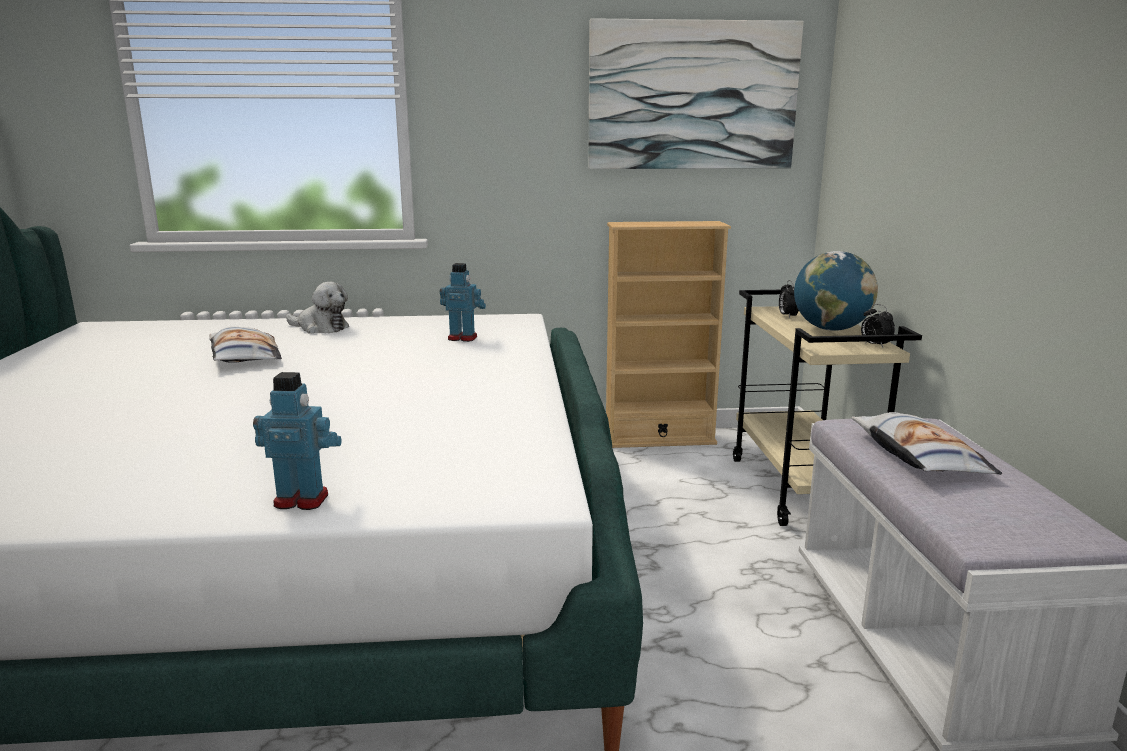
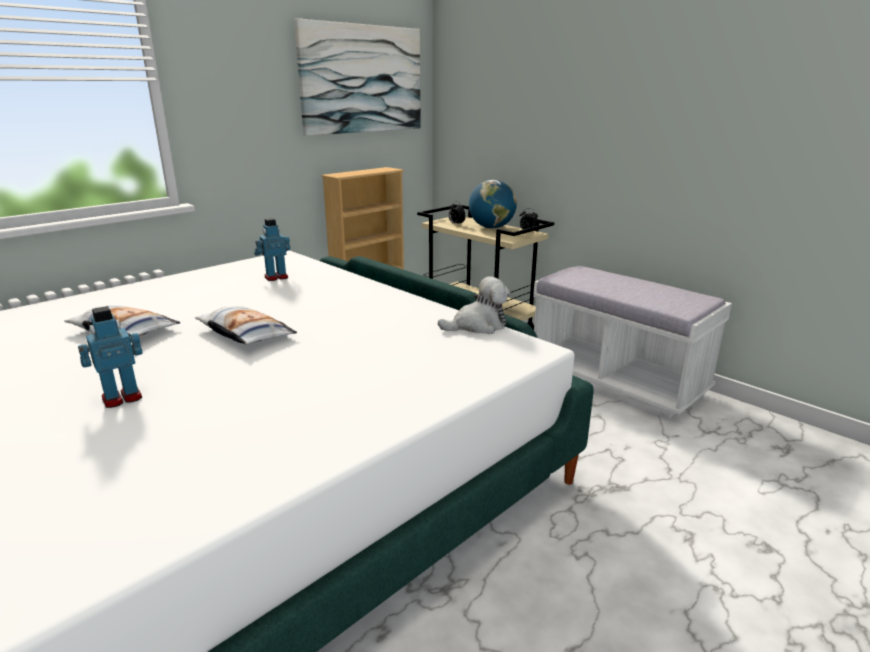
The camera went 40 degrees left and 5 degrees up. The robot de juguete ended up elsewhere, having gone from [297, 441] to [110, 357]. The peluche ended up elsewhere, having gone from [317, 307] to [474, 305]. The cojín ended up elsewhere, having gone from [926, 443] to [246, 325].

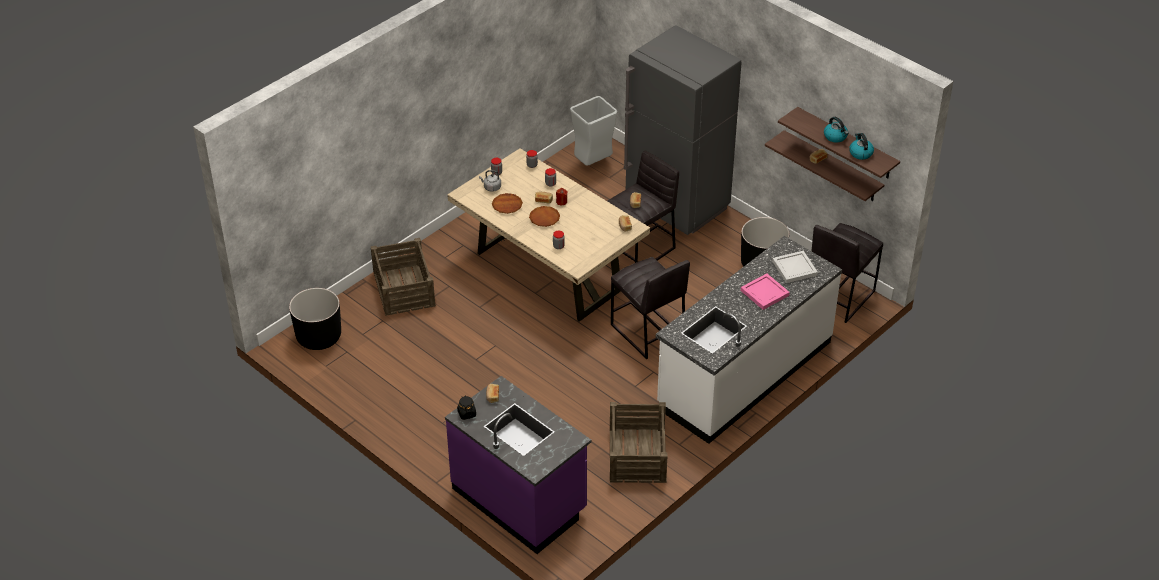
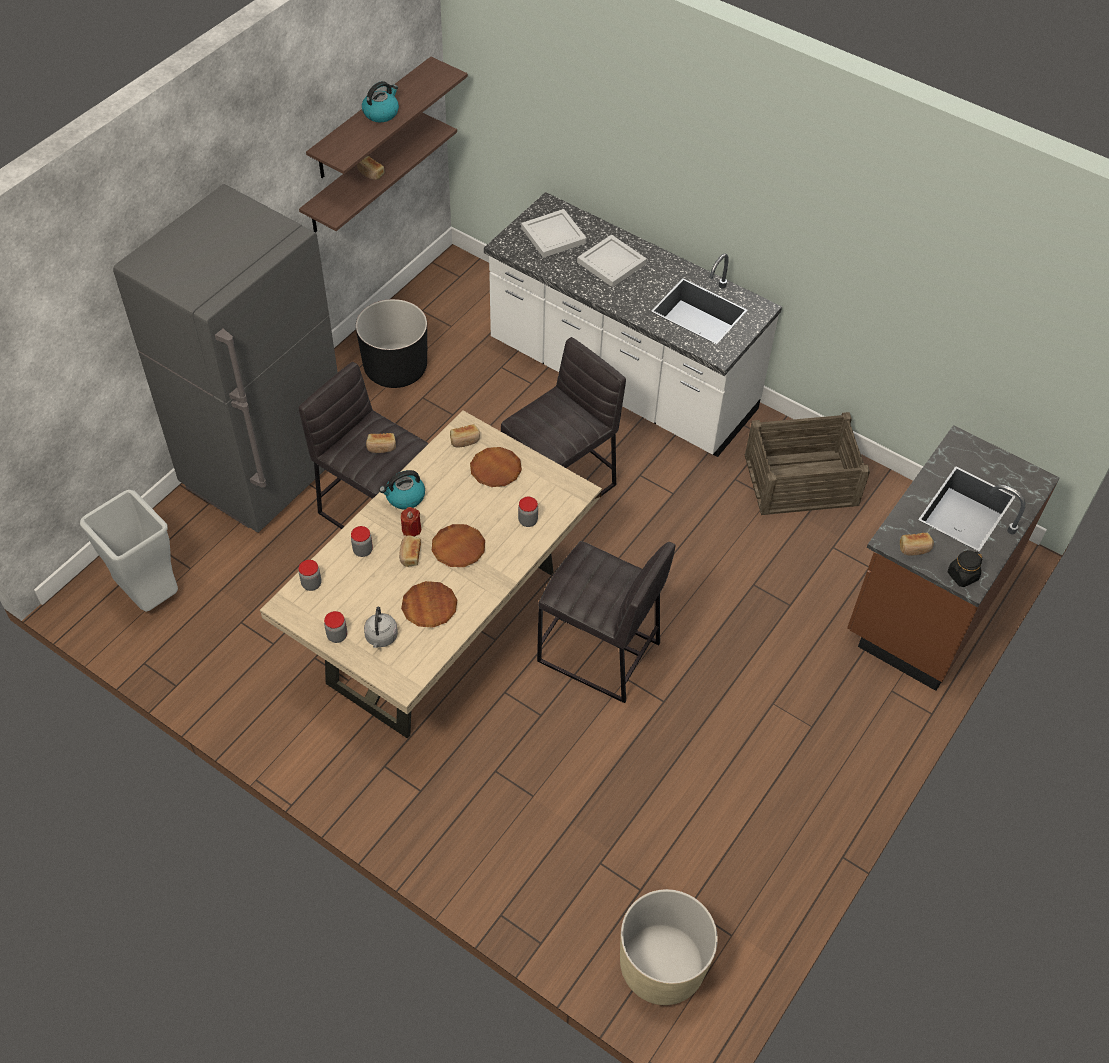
The camera went 100 degrees left and 10 degrees up. What was the maceta/negro at [315, 319] turned into the maceta/beis at [669, 947]. The second view lost the caja de embalaje at [403, 277]. What was the mueble bajo de cocina/morado at [518, 465] turned into the mueble bajo de cocina/marrón at [953, 558]. What was the bandeja/rosa at [765, 291] turned into the bandeja/blanco at [612, 261]. The taburete/gris ended up elsewhere, having gone from [847, 273] to [606, 622]. The hervidor ended up elsewhere, having gone from [861, 146] to [402, 489]. The second view gained the plato/marrón at [496, 467].

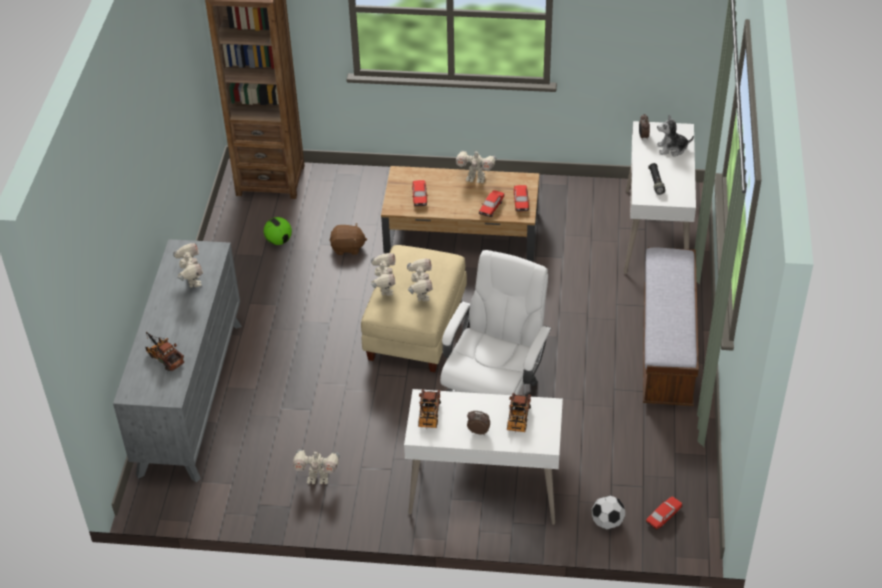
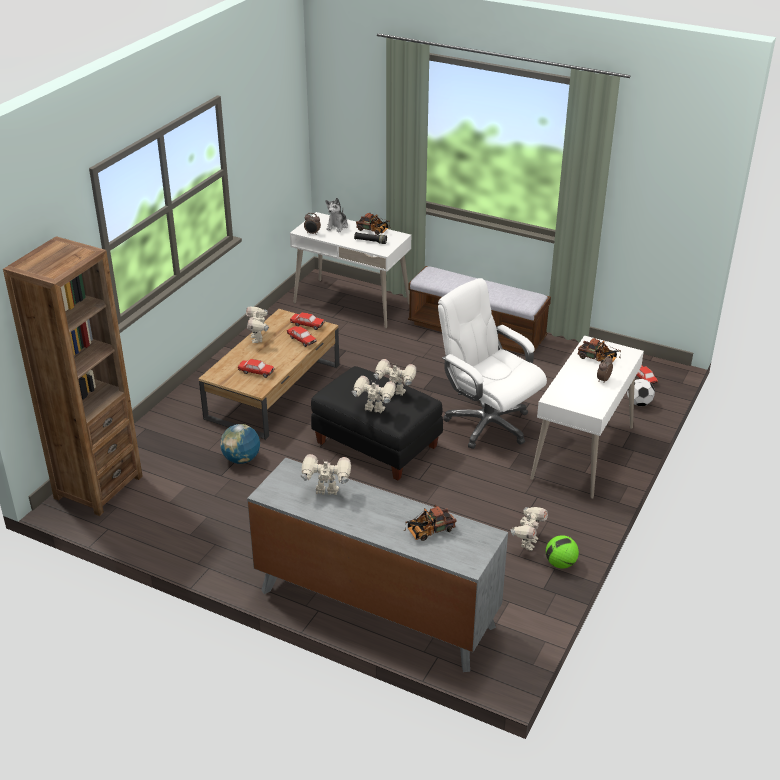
The camera went 70 degrees left and 10 degrees down. The balón de fútbol ended up elsewhere, having gone from [278, 231] to [562, 551]. Where the peluche/marrón stood at [348, 239], the globo terráqueo came to stand at [240, 444]. What was the puf/beis at [414, 308] turned into the puf/negro at [377, 423]. The camión de juguete ended up elsewhere, having gone from [429, 409] to [373, 224]. The robot de juguete at [476, 166] ended up facing another way, 135 degrees clockwise from before.

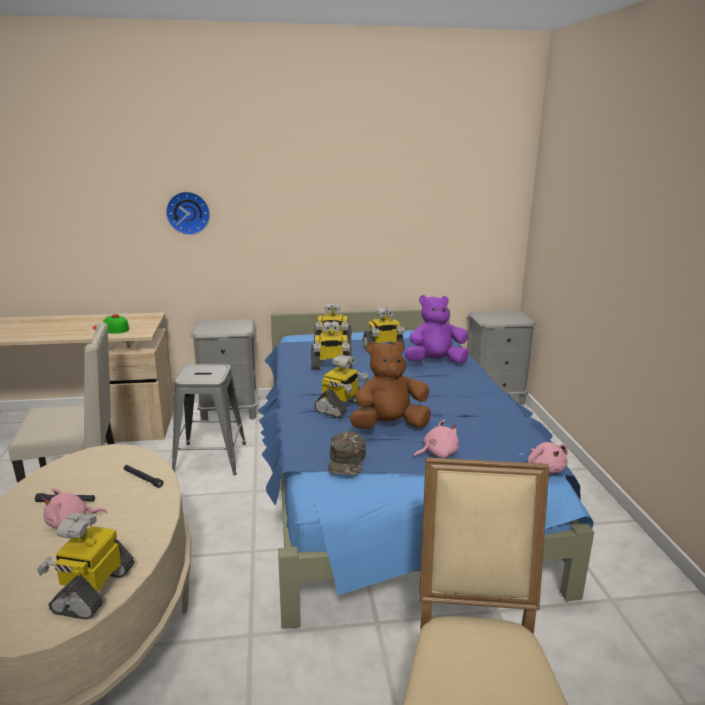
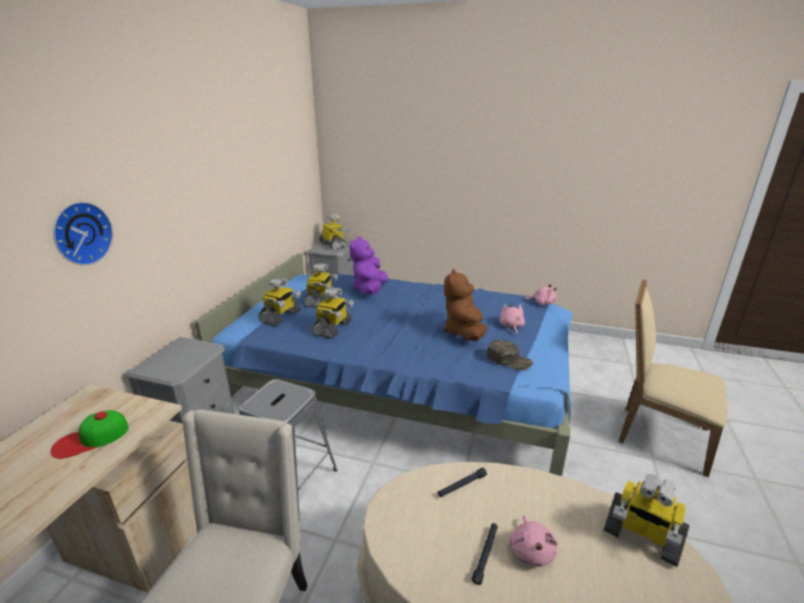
The camera went 65 degrees left and 5 degrees up. The robot de juguete ended up elsewhere, having gone from [341, 386] to [334, 232].

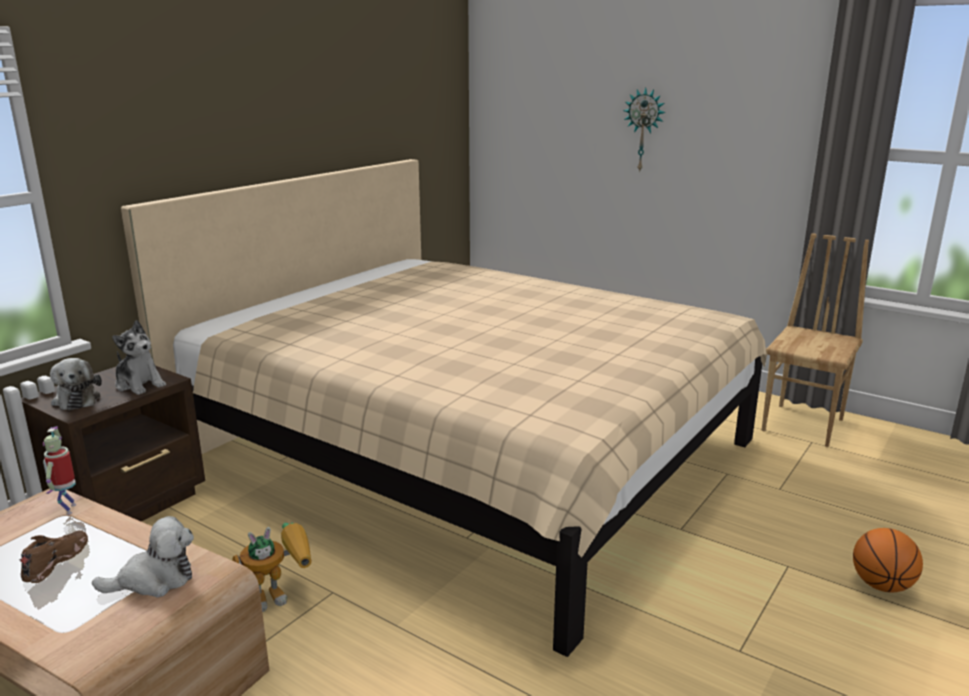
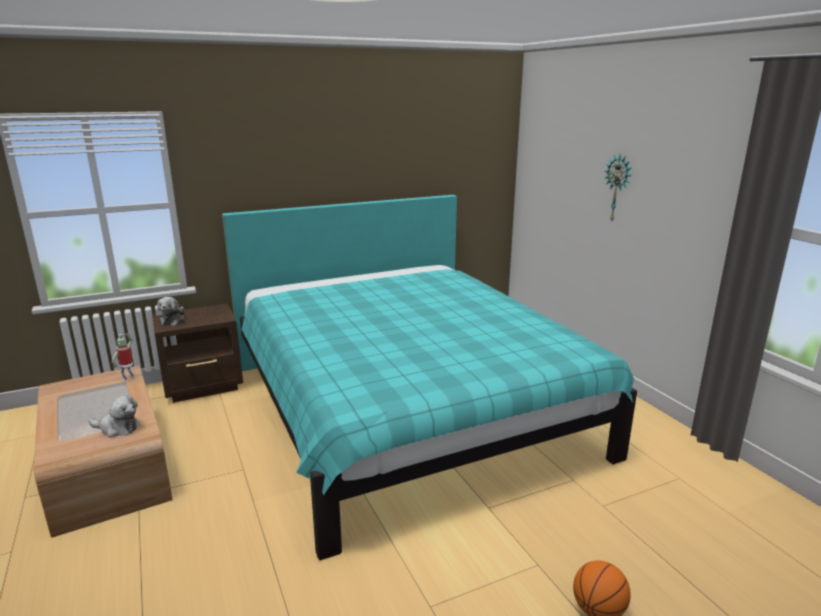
The camera went 30 degrees right and 0 degrees up. The second view lost the zapato/marrón at [54, 556]. The second view lost the peluche at [139, 357]. What was the cama/beis at [444, 408] turned into the cama/turquesa at [429, 377]. The second view lost the robot de juguete at [272, 567]. The second view lost the silla/marrón at [815, 340].

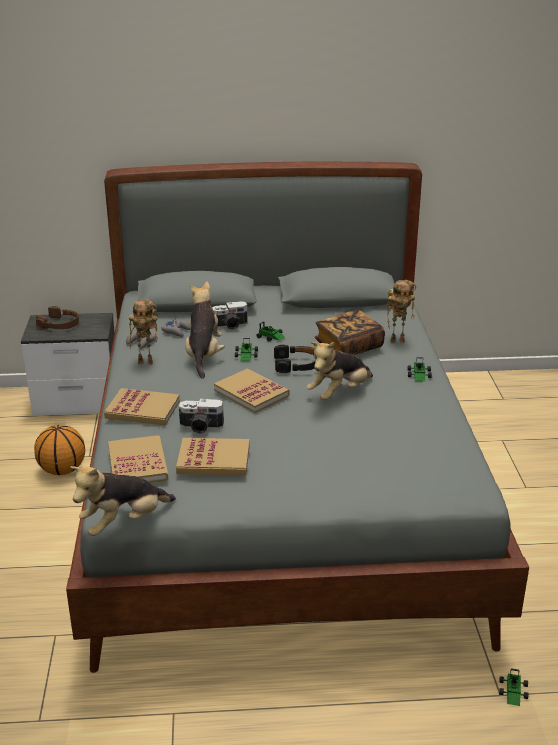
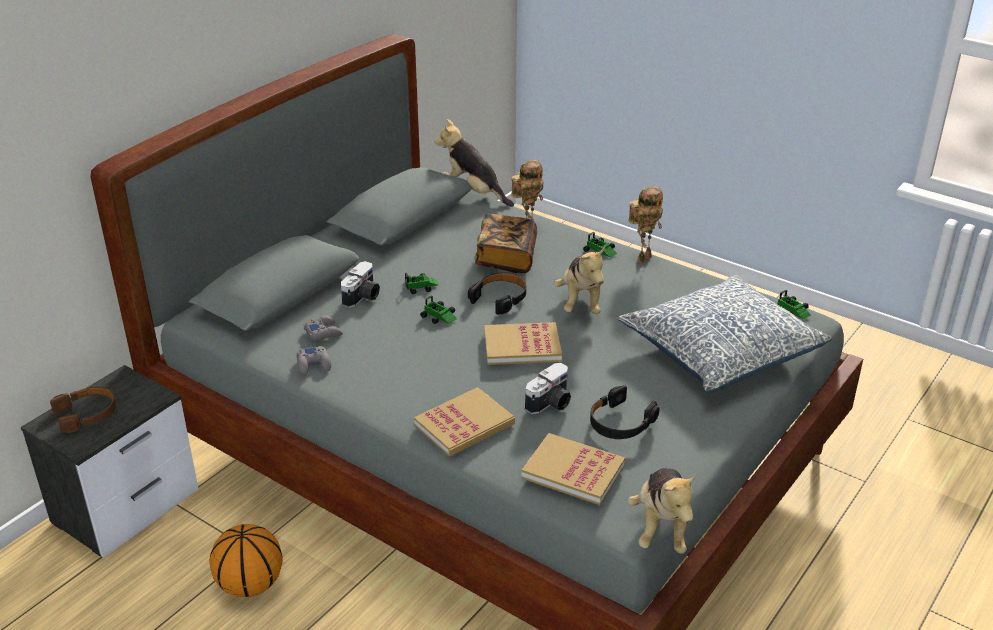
The camera went 50 degrees left and 5 degrees up. The robot de juguete ended up elsewhere, having gone from [143, 332] to [645, 224]. Where the libro stood at [213, 457], the auriculares/negro came to stand at [625, 412]. The peluche ended up elsewhere, having gone from [205, 330] to [474, 163]. The coche de juguete ended up elsewhere, having gone from [513, 687] to [794, 304]. The second view gained the cojín at [725, 334].

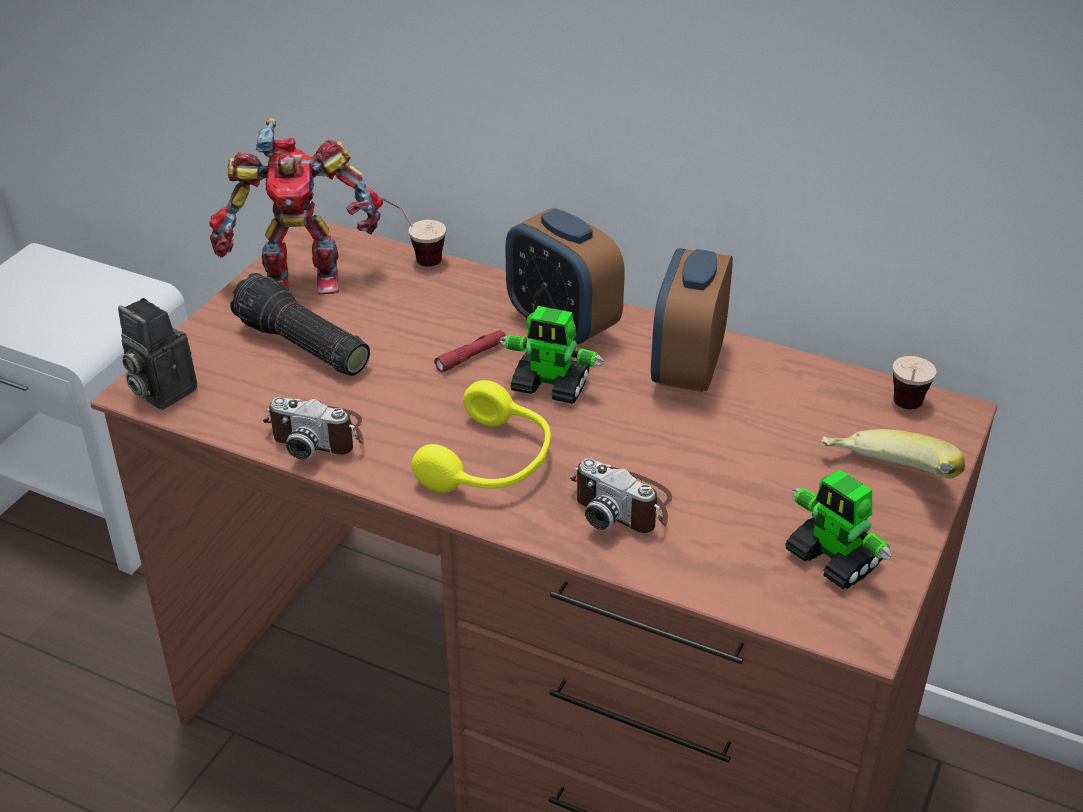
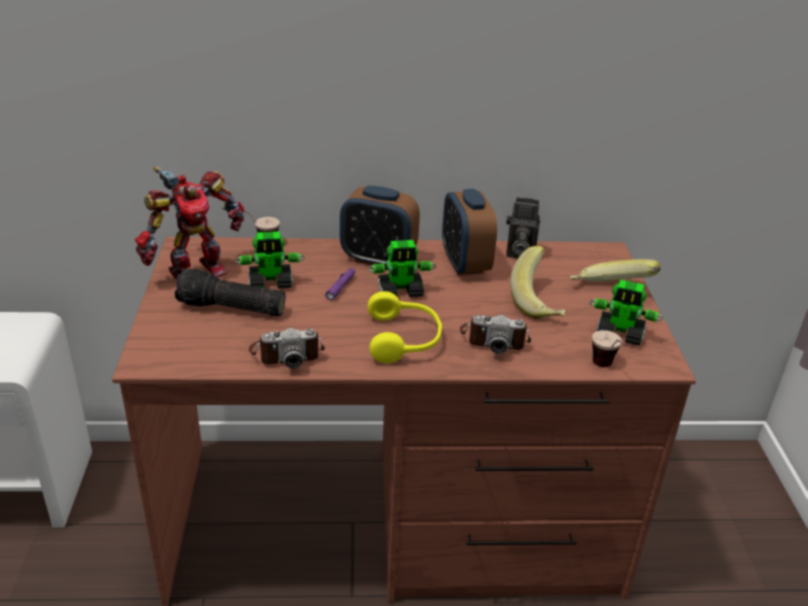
The camera went 30 degrees left and 5 degrees down. The cámara ended up elsewhere, having gone from [157, 354] to [523, 227]. What was the linterna/rojo at [470, 351] turned into the linterna/morado at [340, 284]. The taza ended up elsewhere, having gone from [914, 382] to [609, 348]. The second view gained the robot de juguete at [270, 259]. The second view gained the plátano at [537, 282].

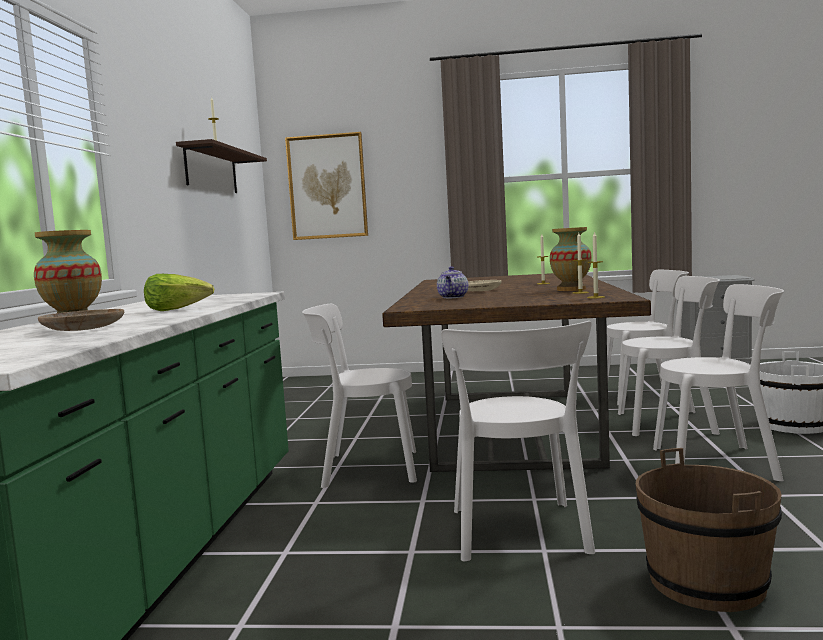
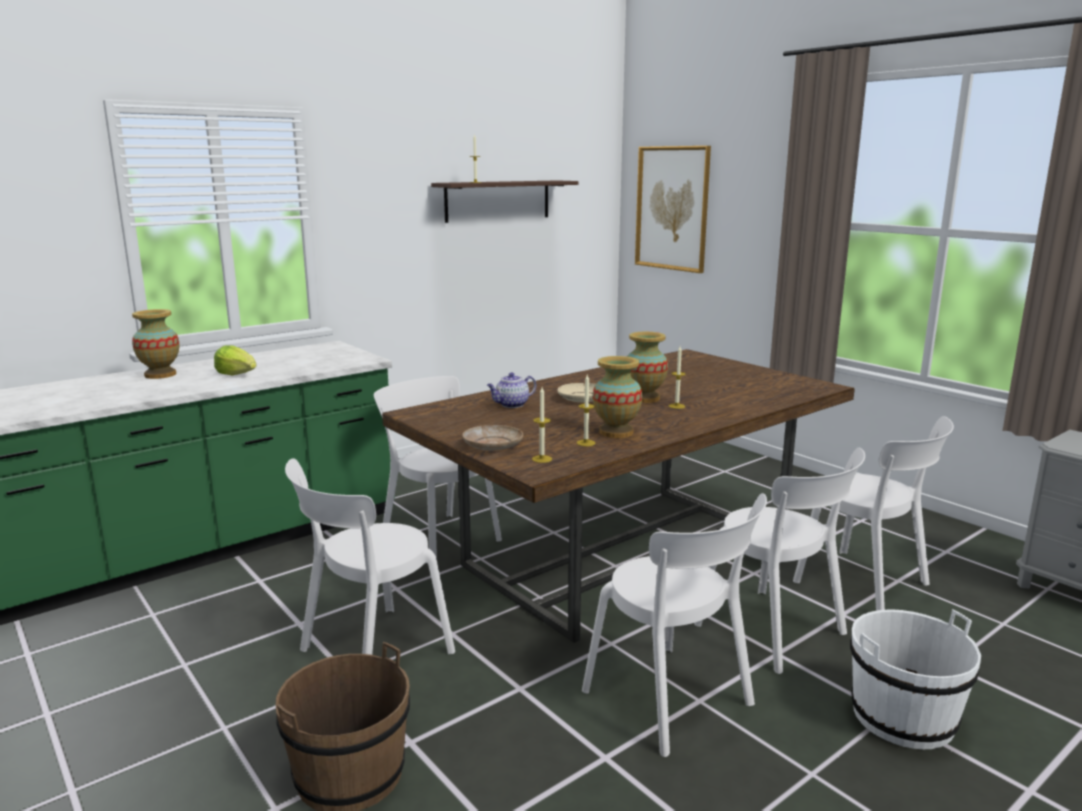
The camera went 45 degrees right and 10 degrees up. The plato/beis ended up elsewhere, having gone from [81, 320] to [492, 438]. The second view gained the florero at [647, 367].

